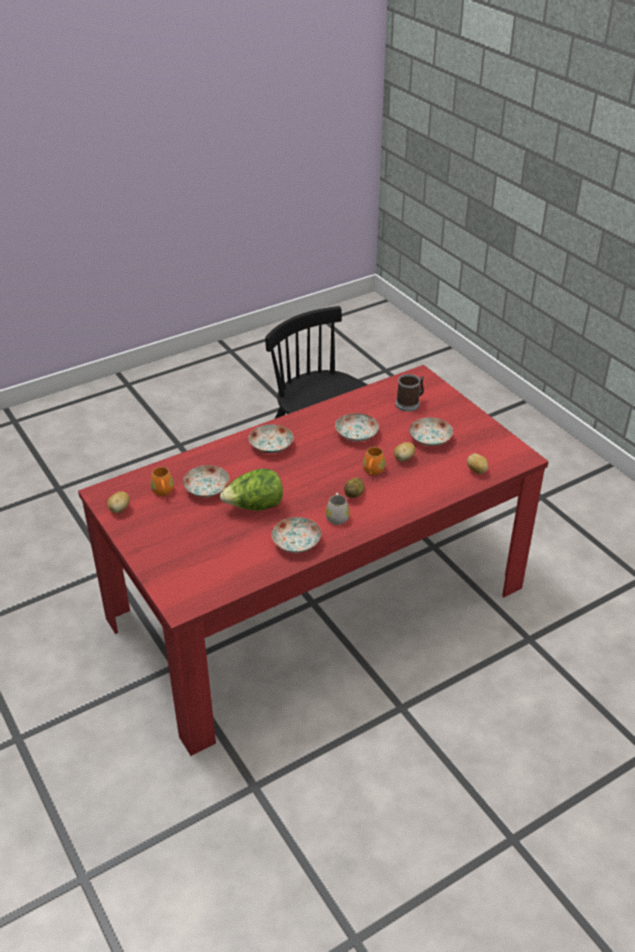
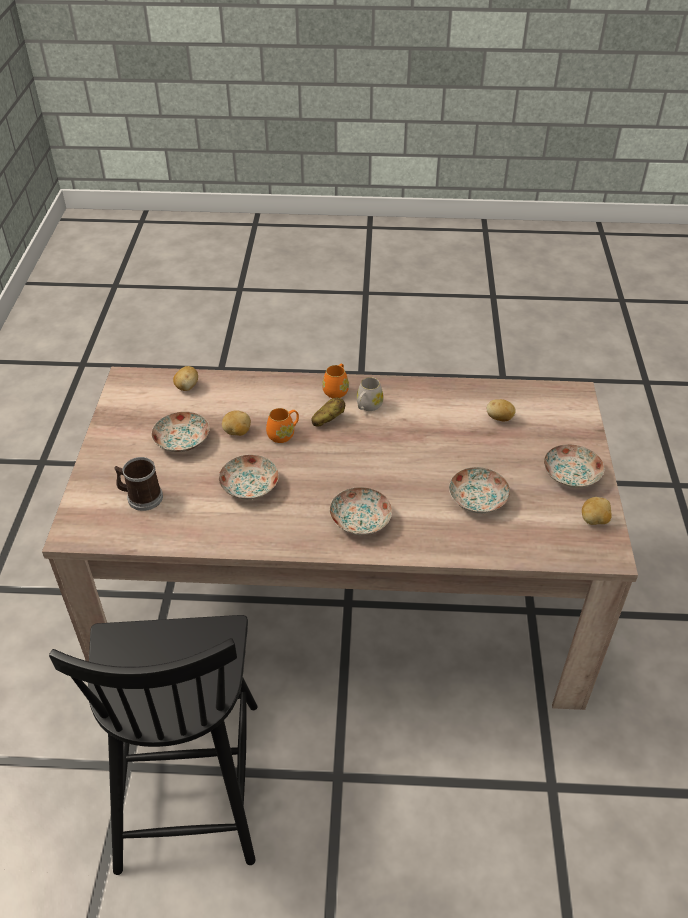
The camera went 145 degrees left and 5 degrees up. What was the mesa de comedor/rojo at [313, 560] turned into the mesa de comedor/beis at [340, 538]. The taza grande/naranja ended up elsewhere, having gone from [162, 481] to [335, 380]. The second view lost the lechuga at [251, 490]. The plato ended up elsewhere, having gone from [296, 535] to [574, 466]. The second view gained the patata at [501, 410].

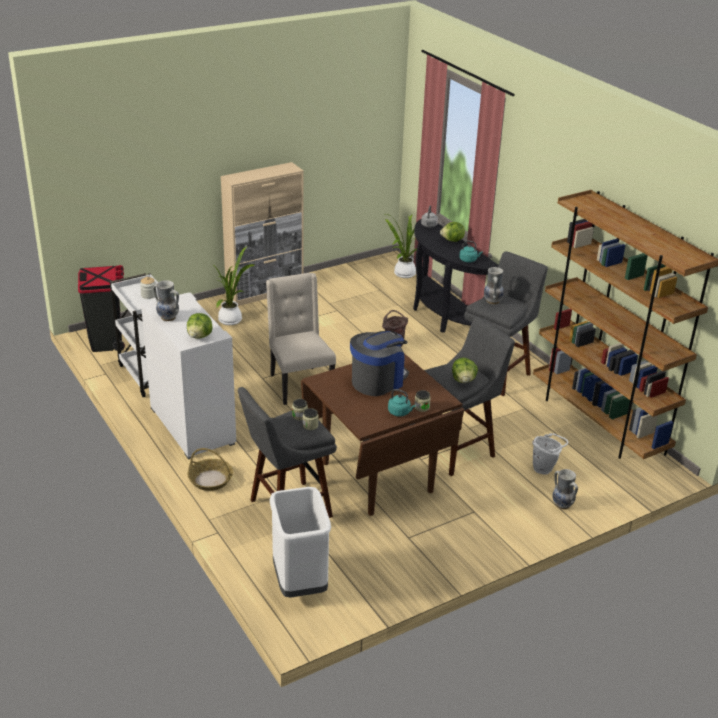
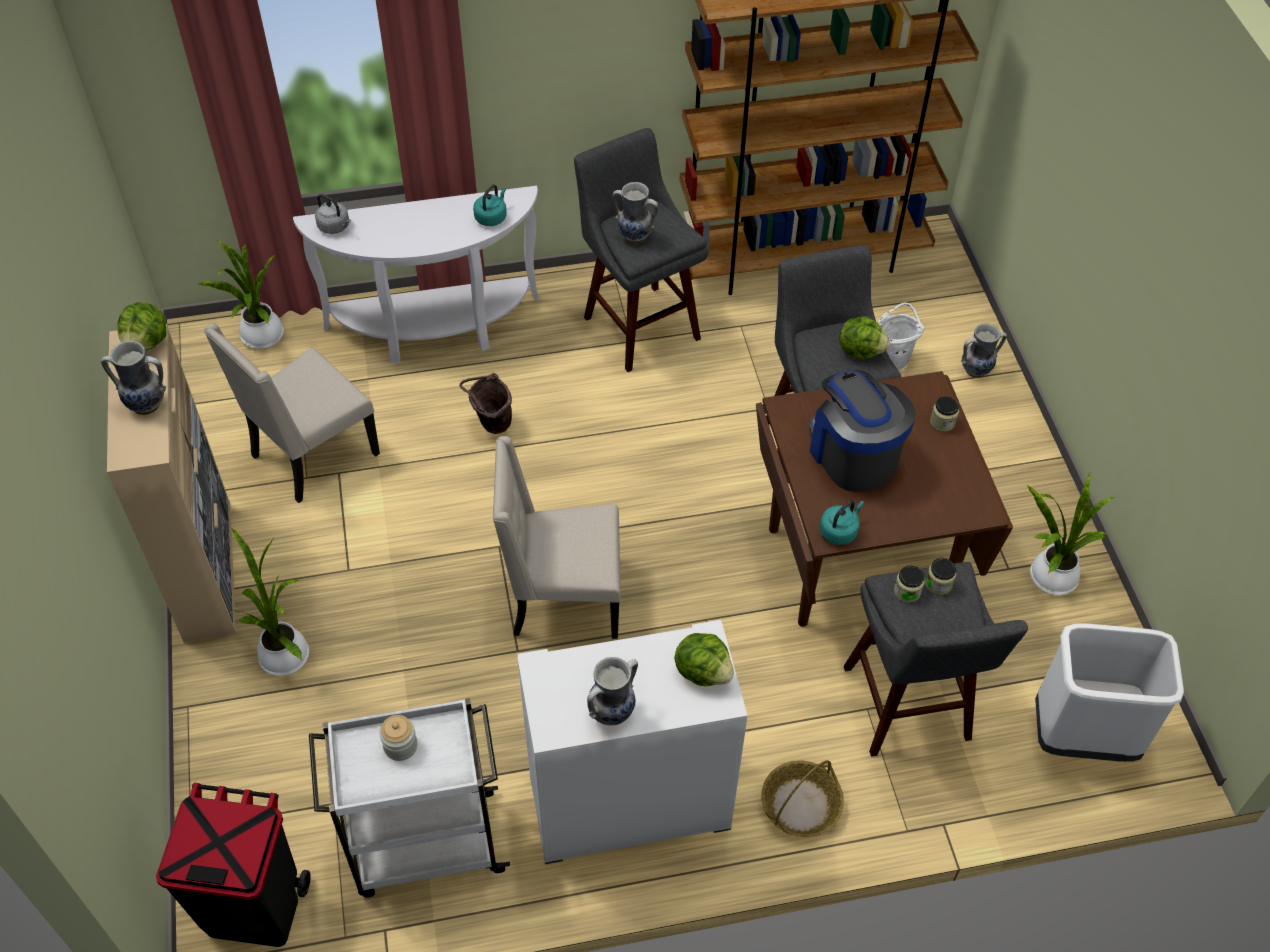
The camera went 70 degrees left and 20 degrees up. The hervidor/turquesa ended up elsewhere, having gone from [402, 402] to [842, 522]. What was the mesa consola/negro at [456, 276] turned into the mesa consola/blanco at [416, 275]. The lechuga ended up elsewhere, having gone from [452, 232] to [142, 326]. The second view gained the florero at [133, 378]. The second view gained the silla/beis at [292, 413]. The second view gained the planta en maceta at [1071, 533].

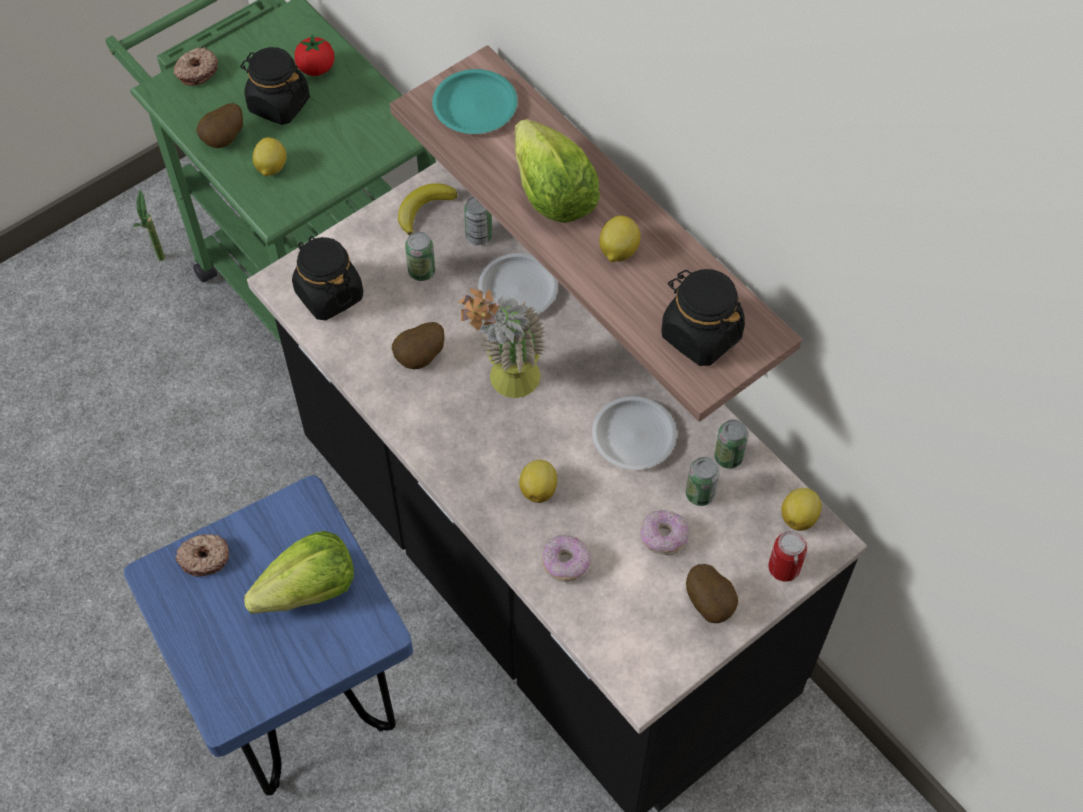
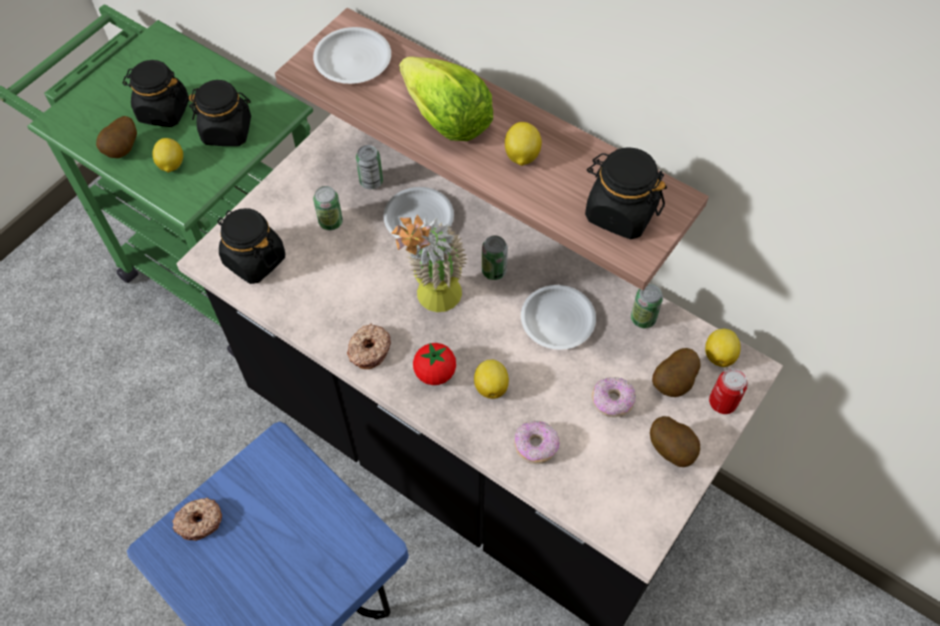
The camera went 15 degrees left and 0 degrees up. The second view lost the planta en maceta at [149, 225]. The rosquilla ended up elsewhere, having gone from [196, 66] to [369, 346]. The second view lost the lechuga at [299, 572]. The tomate ended up elsewhere, having gone from [314, 55] to [434, 364]. The patata ended up elsewhere, having gone from [418, 345] to [676, 372]. The second view lost the plátano at [427, 209]. What was the plato/turquesa at [475, 101] turned into the plato/blanco at [352, 55]. The lata ended up elsewhere, having gone from [703, 481] to [495, 257]. The second view gained the tarro/negro at [220, 113].

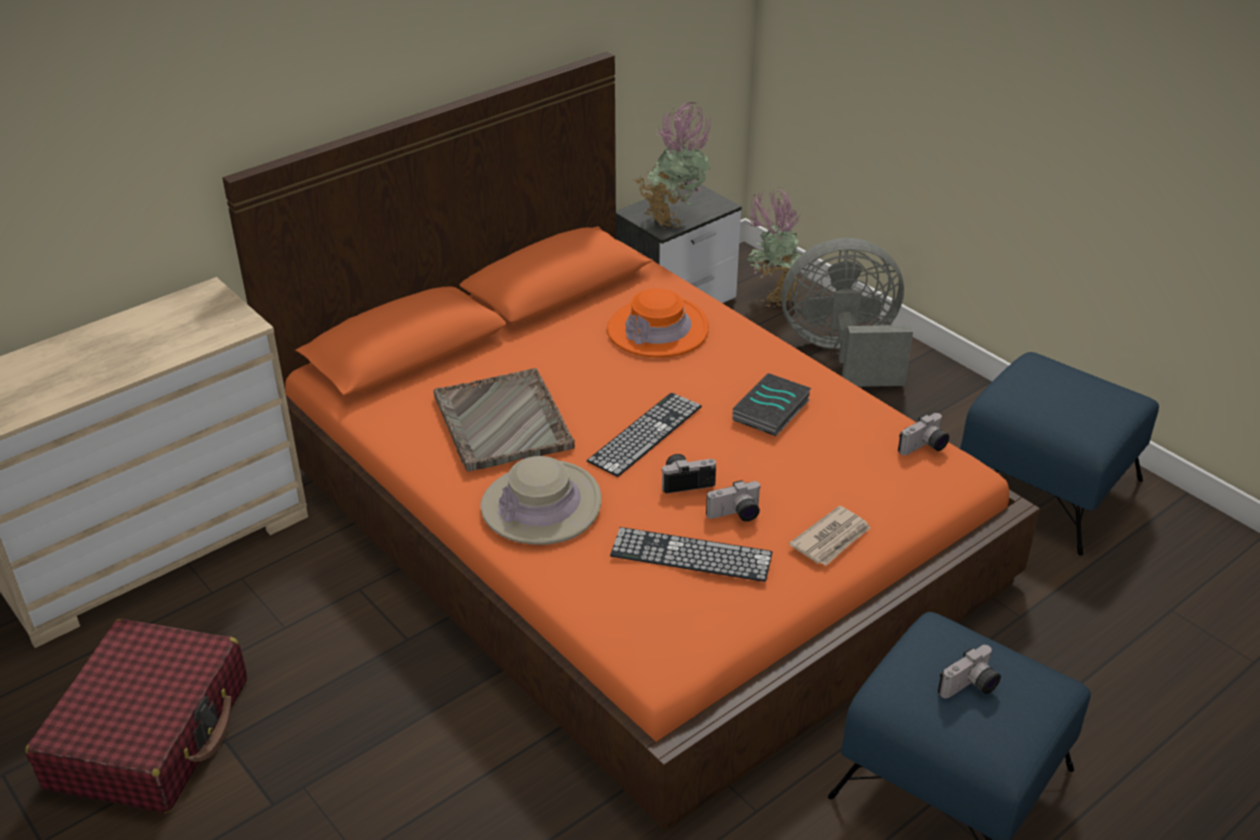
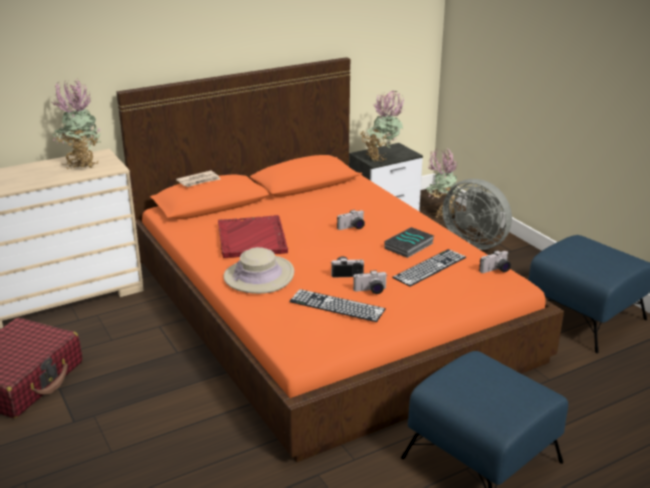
The camera went 10 degrees right and 10 degrees down. What was the bandeja/gris at [504, 419] turned into the bandeja/rojo at [253, 236]. The teclado ended up elsewhere, having gone from [644, 435] to [429, 268]. The second view lost the sombrero/naranja at [658, 323]. The ventilador/gris at [847, 312] ended up facing another way, 150 degrees counterclockwise from before. The periódico ended up elsewhere, having gone from [830, 535] to [198, 178]. The cámara ended up elsewhere, having gone from [969, 671] to [351, 220]. The second view gained the planta en maceta at [76, 125].

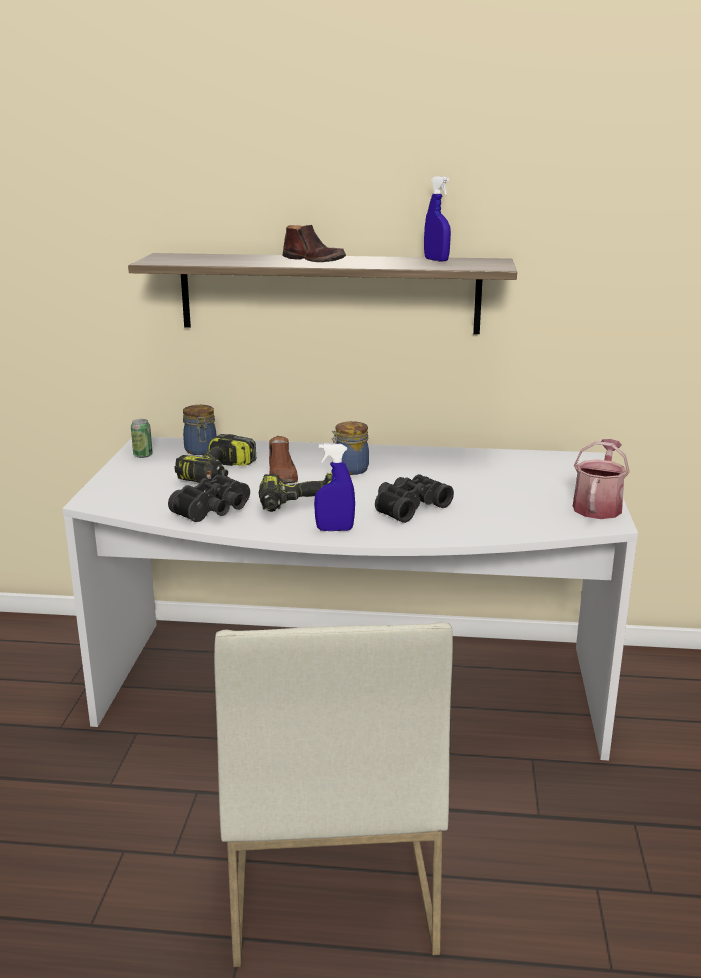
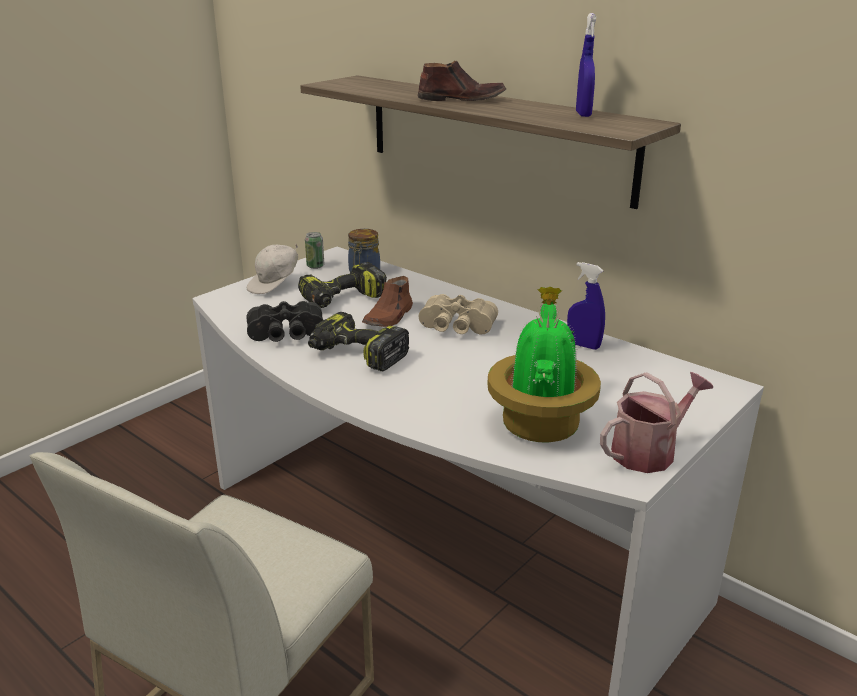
The camera went 35 degrees right and 5 degrees up. The zapato/marrón at [314, 243] ended up facing another way, 75 degrees counterclockwise from before. The pulverizador/azul ended up elsewhere, having gone from [334, 487] to [586, 306]. Where the tarro stood at [350, 448], the prismáticos/beis came to stand at [458, 314]. The second view lost the prismáticos/negro at [414, 498]. The second view gained the gorra/blanco at [272, 269]. The second view gained the planta en maceta at [544, 364].

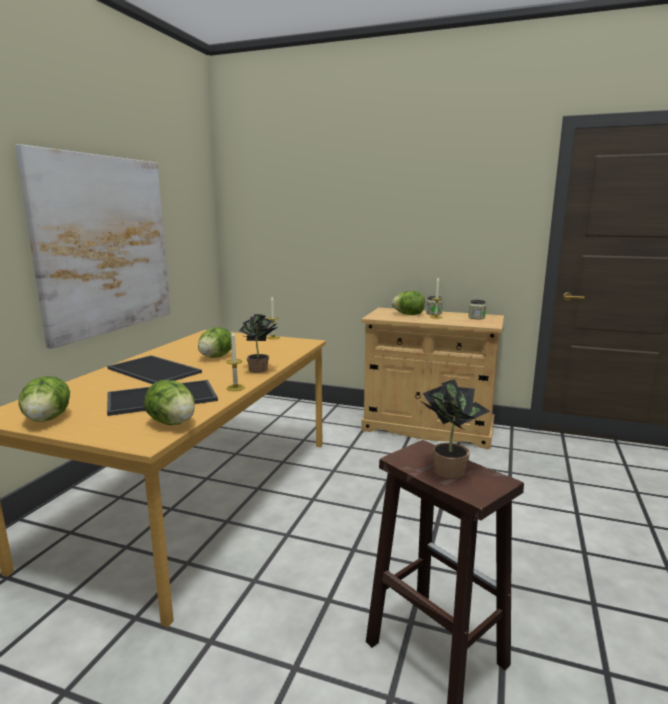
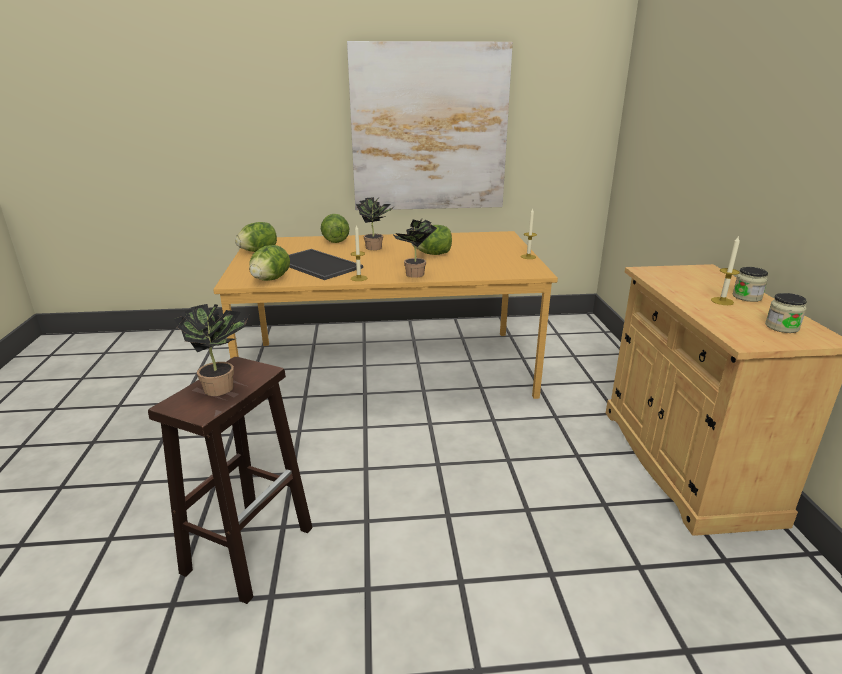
The camera went 65 degrees right and 10 degrees up. Where the bandeja stood at [154, 369], the planta en maceta came to stand at [375, 223]. The lechuga ended up elsewhere, having gone from [408, 303] to [335, 228].

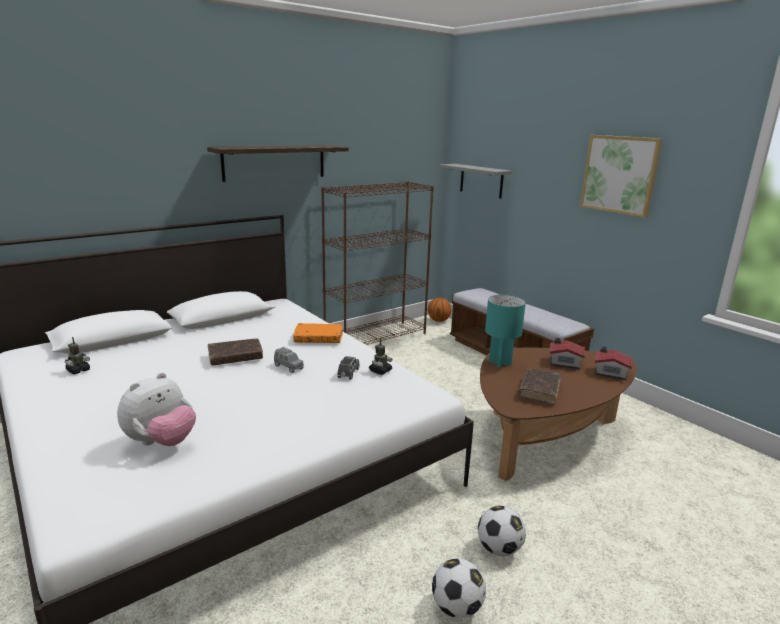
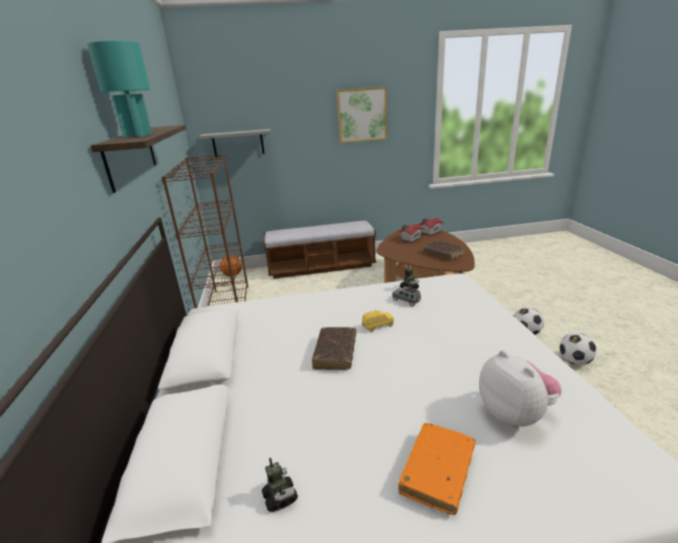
The camera went 60 degrees left and 5 degrees up. What was the coche de juguete/gris at [289, 360] turned into the coche de juguete/amarillo at [378, 321]. The libro/naranja ended up elsewhere, having gone from [318, 333] to [437, 469]. The lámpara de mesa/turquesa ended up elsewhere, having gone from [505, 331] to [119, 89].

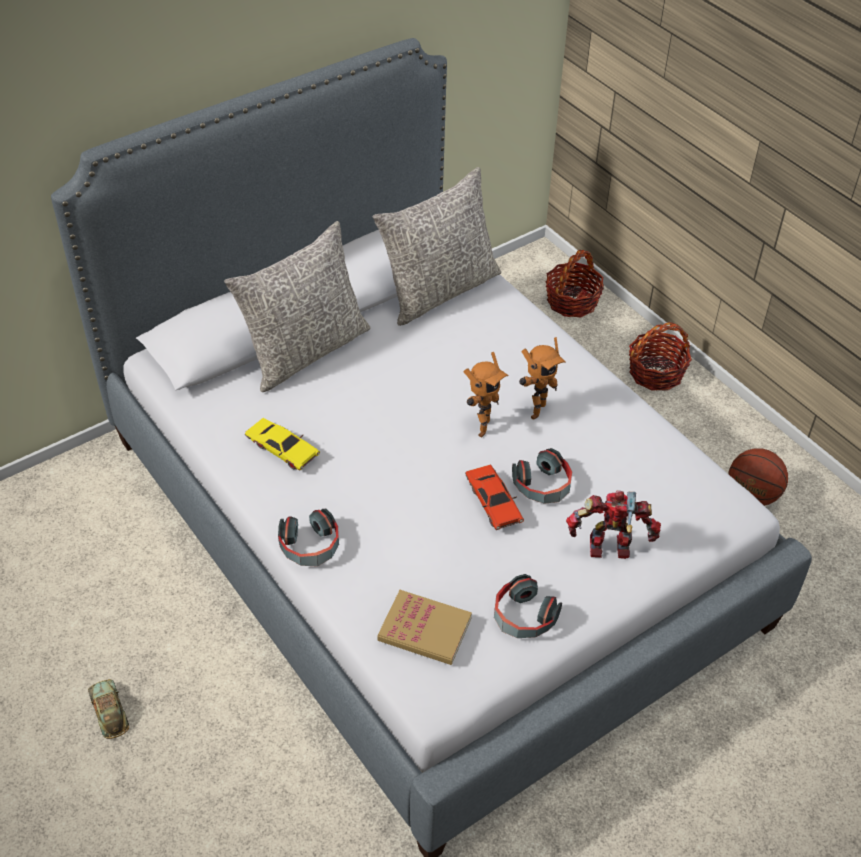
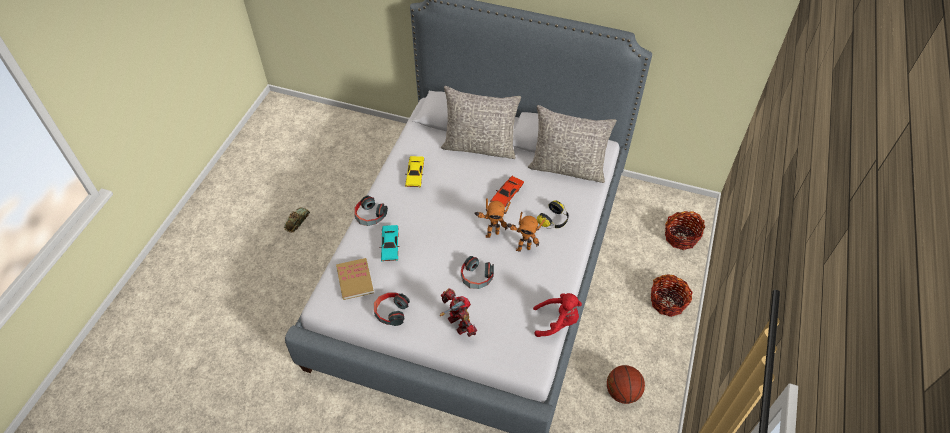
The camera went 55 degrees right and 5 degrees up. The coche de juguete/rojo ended up elsewhere, having gone from [494, 497] to [507, 191]. The second view gained the coche de juguete/turquesa at [389, 243]. The second view gained the peluche/rojo at [557, 315]. The second view gained the auriculares at [553, 214].

